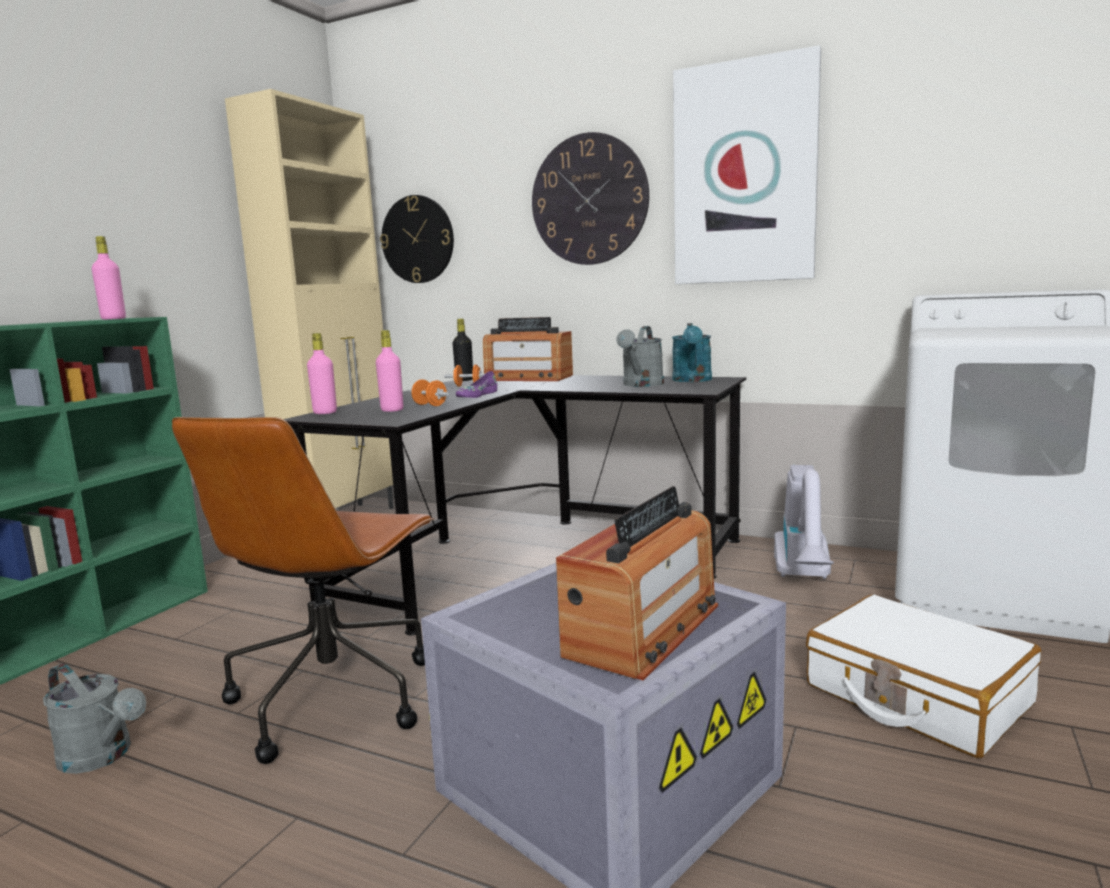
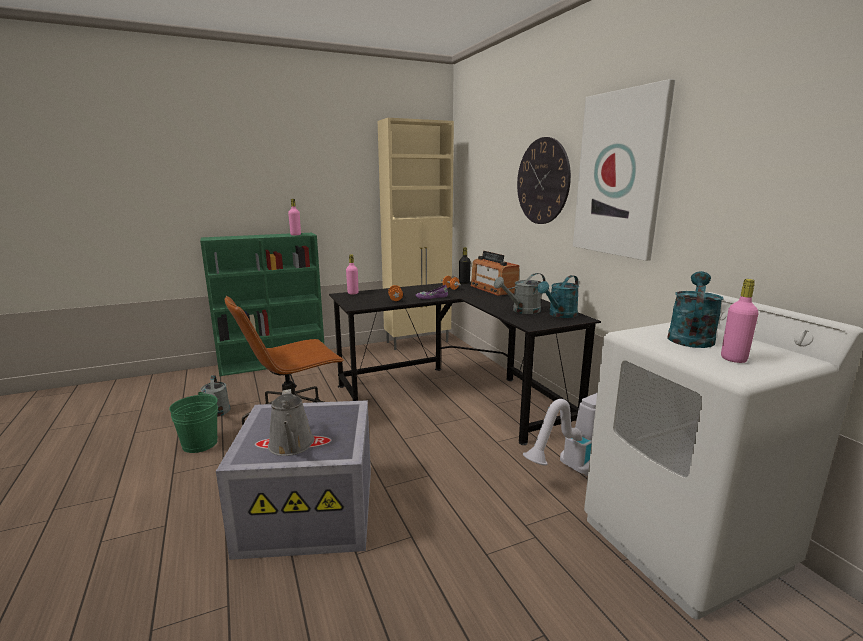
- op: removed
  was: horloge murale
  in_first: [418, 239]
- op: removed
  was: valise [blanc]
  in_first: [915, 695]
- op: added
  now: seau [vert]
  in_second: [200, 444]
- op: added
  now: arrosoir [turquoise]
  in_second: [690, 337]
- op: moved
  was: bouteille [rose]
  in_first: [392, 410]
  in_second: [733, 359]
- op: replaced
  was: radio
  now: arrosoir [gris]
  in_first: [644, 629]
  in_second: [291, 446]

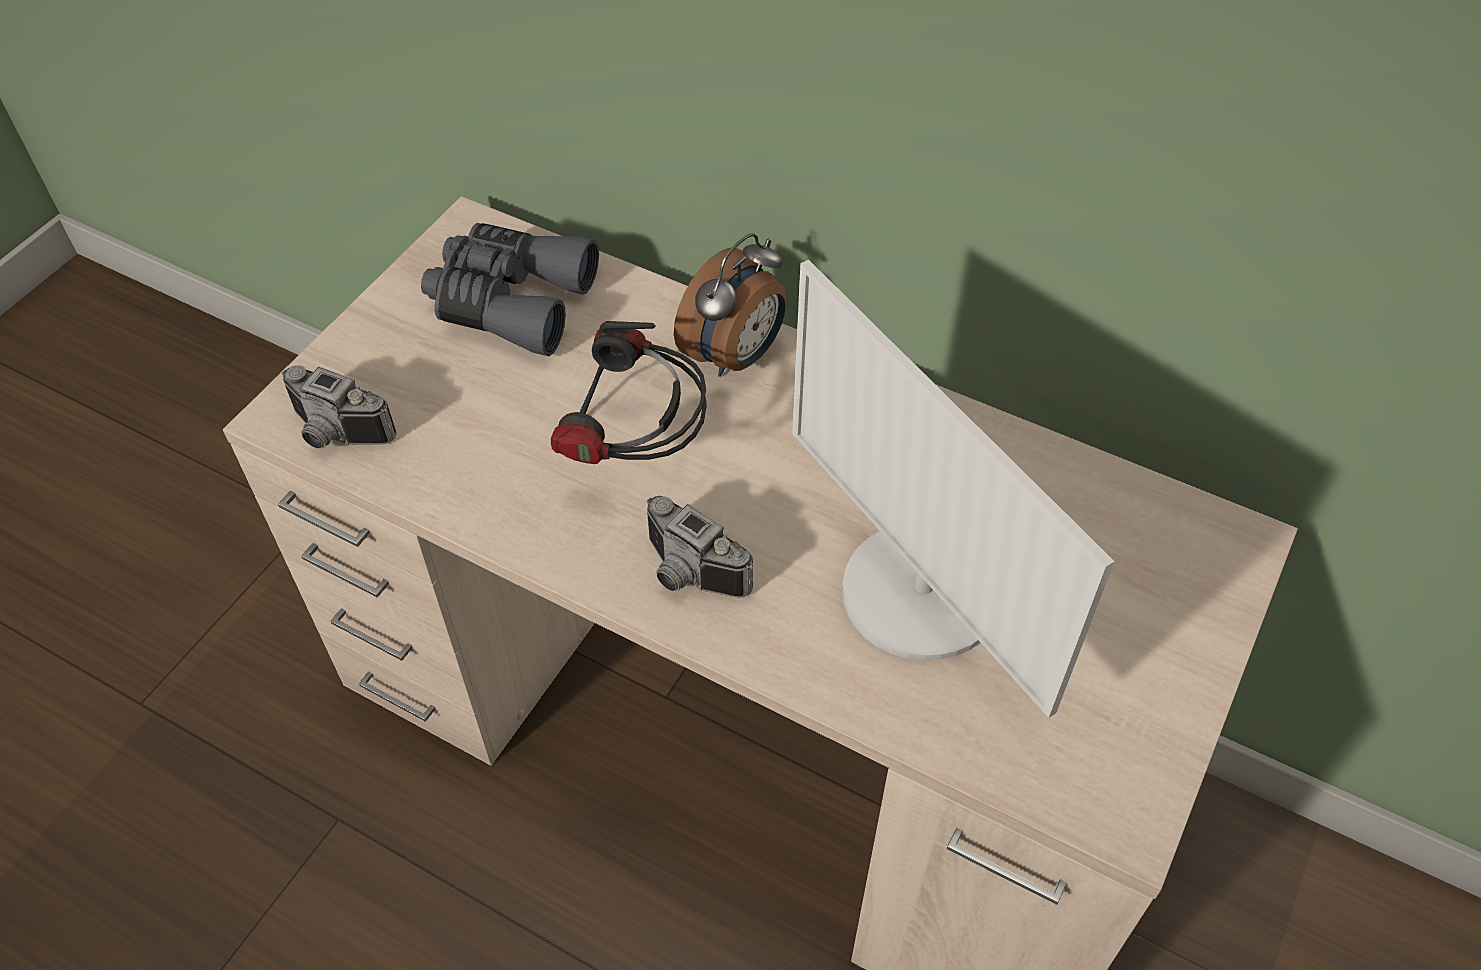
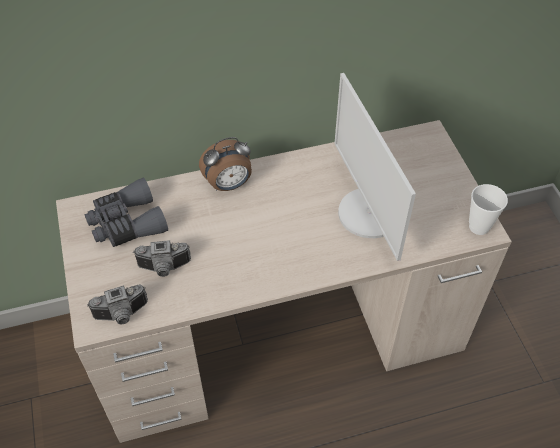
- op: removed
  was: casque audio
  in_first: [636, 455]
- op: added
  now: tasse
  in_second: [479, 227]
- op: moved
  was: appareil photo
  in_first: [688, 575]
  in_second: [164, 268]
- op: turned
  was: réveil
  in_first: [735, 356]
  in_second: [229, 185]
  clockwise: 75
- op: turned
  was: écran d'ordinateur
  in_first: [921, 593]
  in_second: [369, 214]
  clockwise: 60

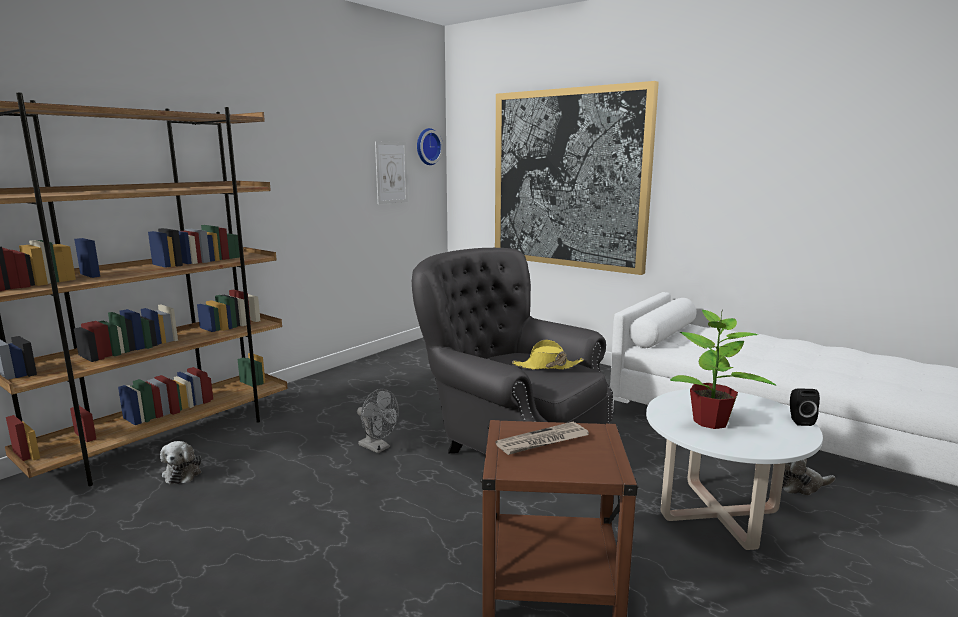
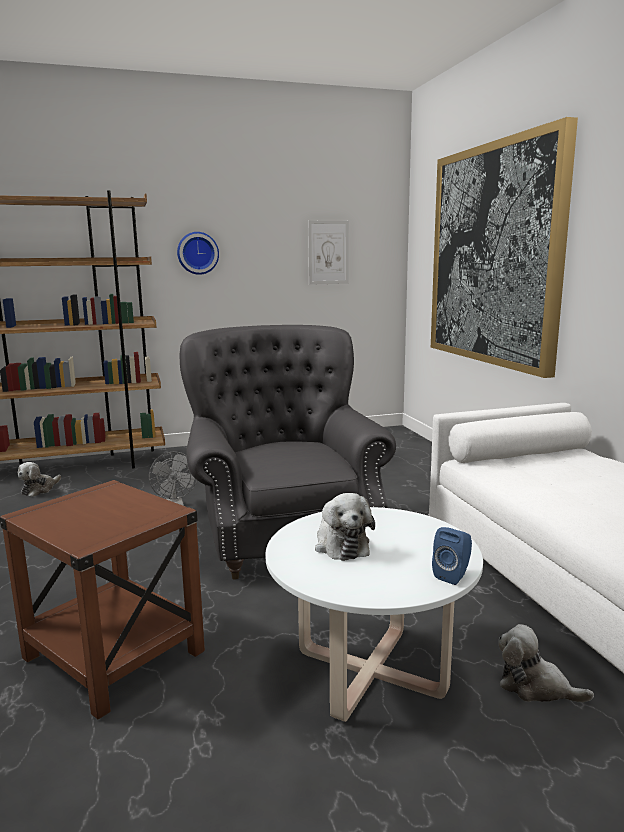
- op: removed
  was: journal
  in_first: [542, 441]
- op: removed
  was: chapeau [jaune]
  in_first: [547, 366]
- op: moved
  was: horloge murale
  in_first: [427, 146]
  in_second: [197, 253]
- op: replaced
  was: plante en pot
  now: peluche
  in_first: [710, 422]
  in_second: [341, 544]
- op: recoloured
  was: enceinte [noir]
  now: enceinte [bleu]
  in_first: [799, 420]
  in_second: [453, 575]

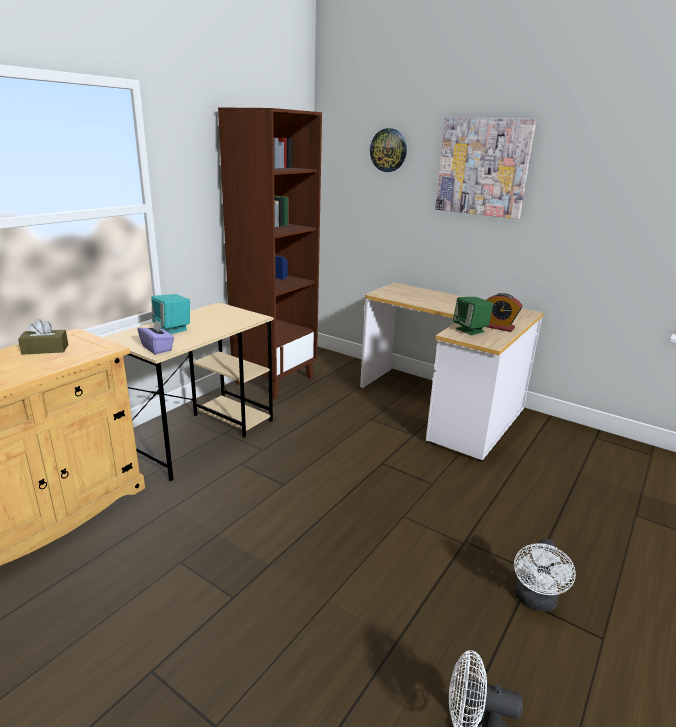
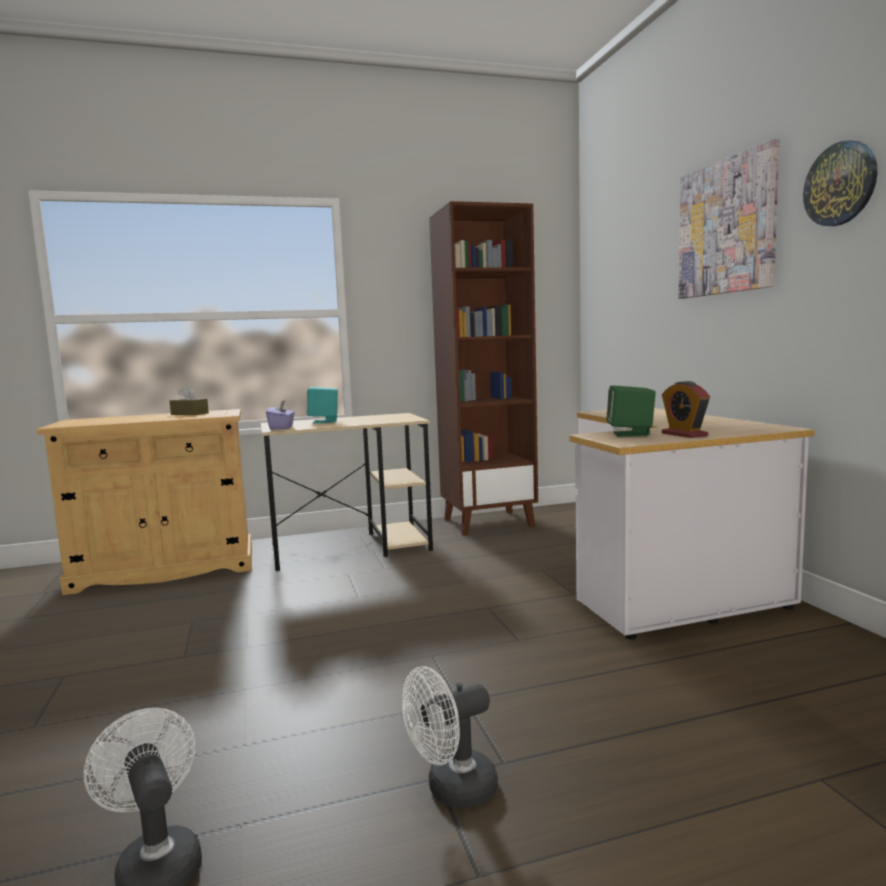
- op: moved
  was: horloge murale
  in_first: [388, 150]
  in_second: [840, 184]

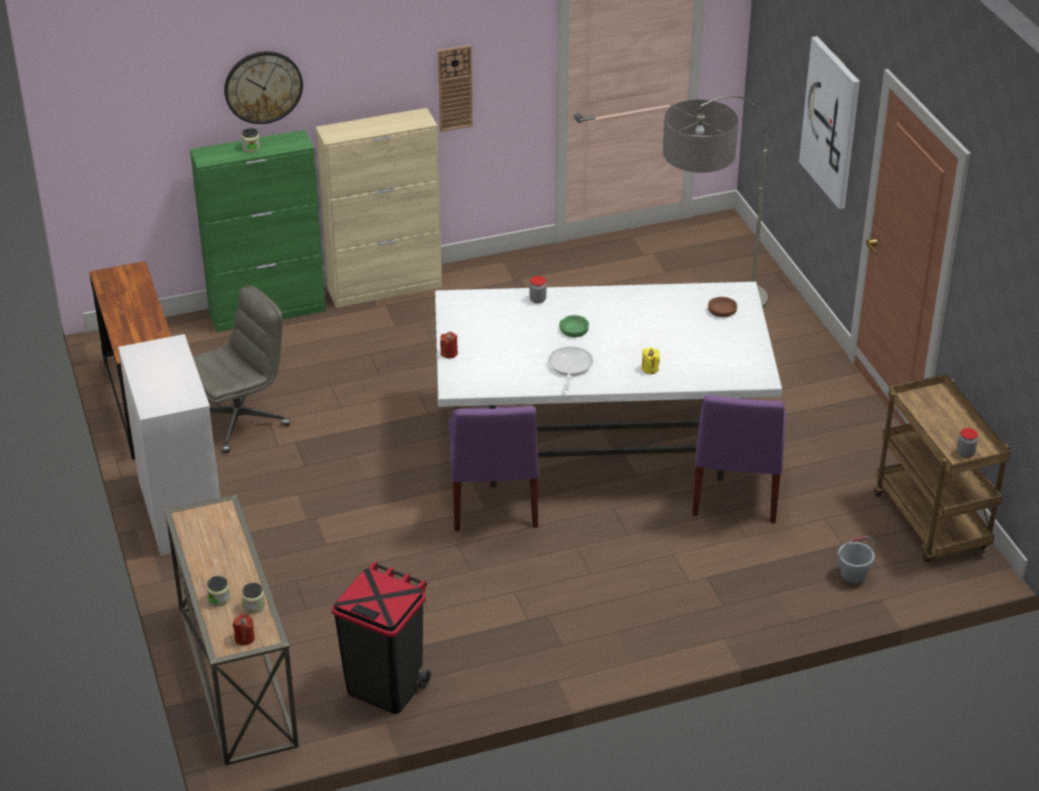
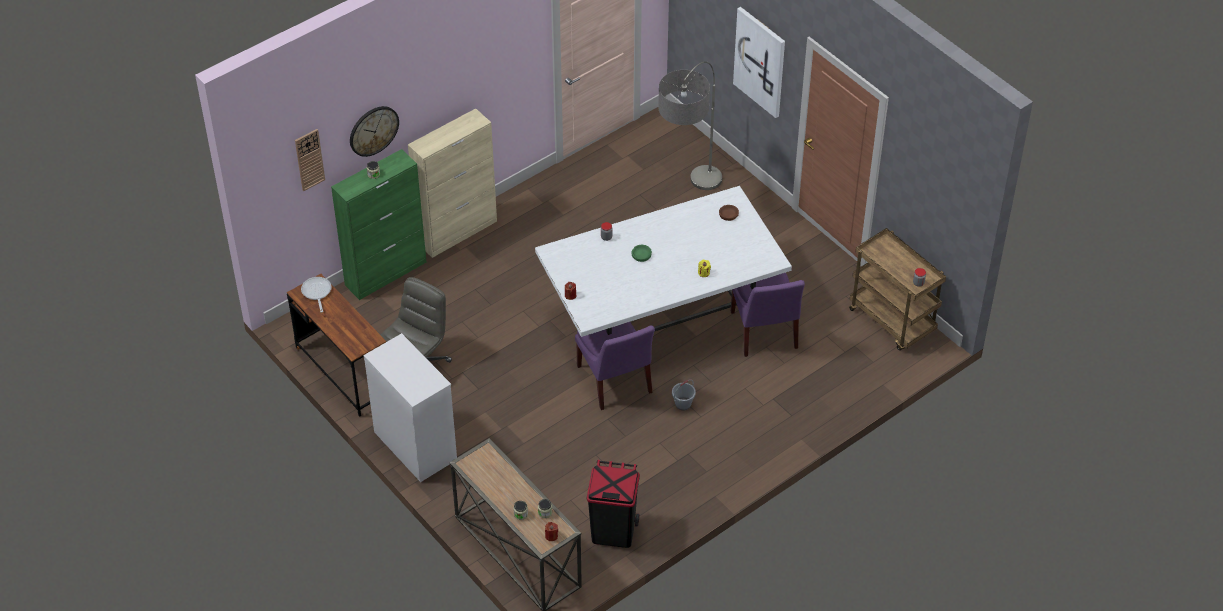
- op: moved
  was: horloge murale
  in_first: [455, 88]
  in_second: [309, 159]
- op: moved
  was: poêle
  in_first: [569, 367]
  in_second: [316, 293]
- op: moved
  was: seau [gris]
  in_first: [853, 576]
  in_second: [683, 404]

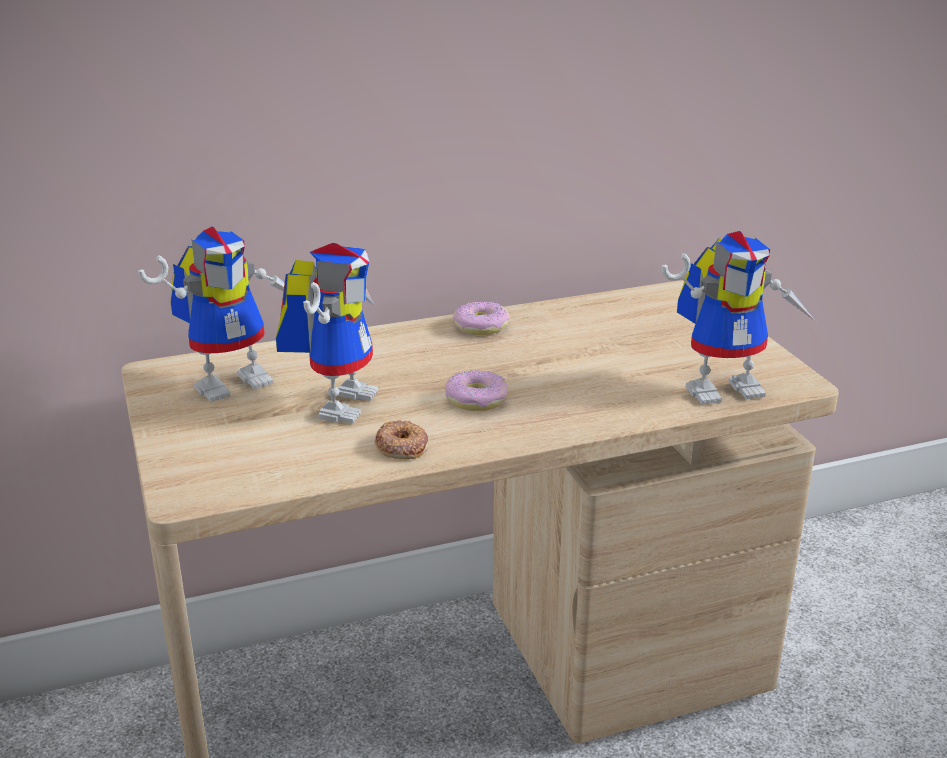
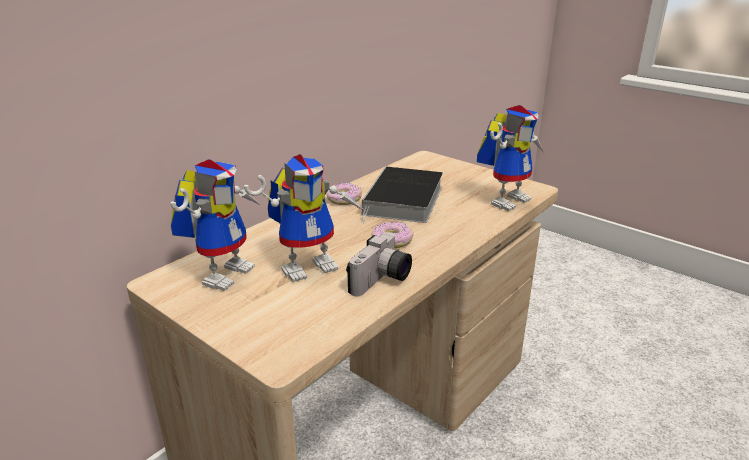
- op: added
  now: livre
  in_second: [404, 201]
- op: replaced
  was: beignet
  now: appareil photo
  in_first: [401, 446]
  in_second: [382, 281]
- op: turned
  was: robot jouet
  in_first: [339, 400]
  in_second: [311, 265]
  clockwise: 75

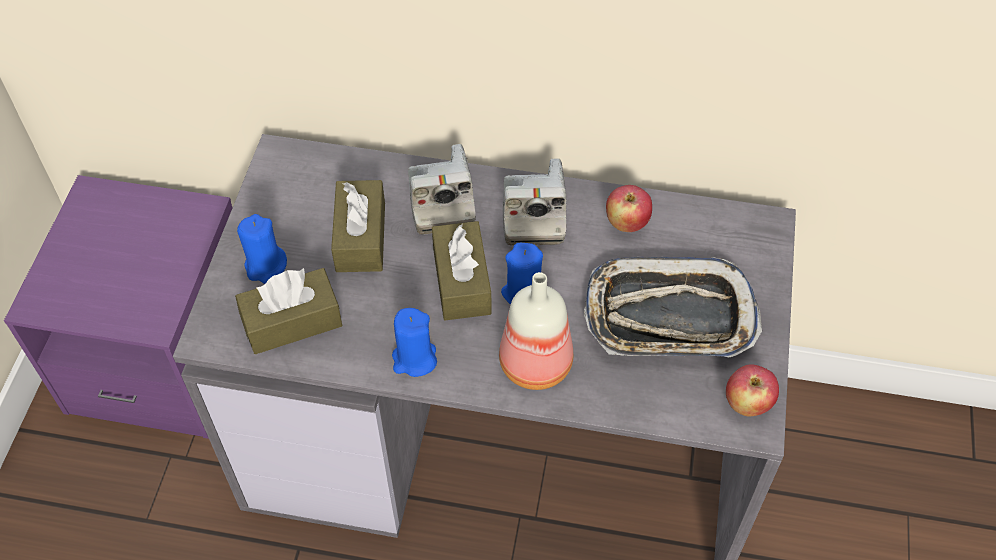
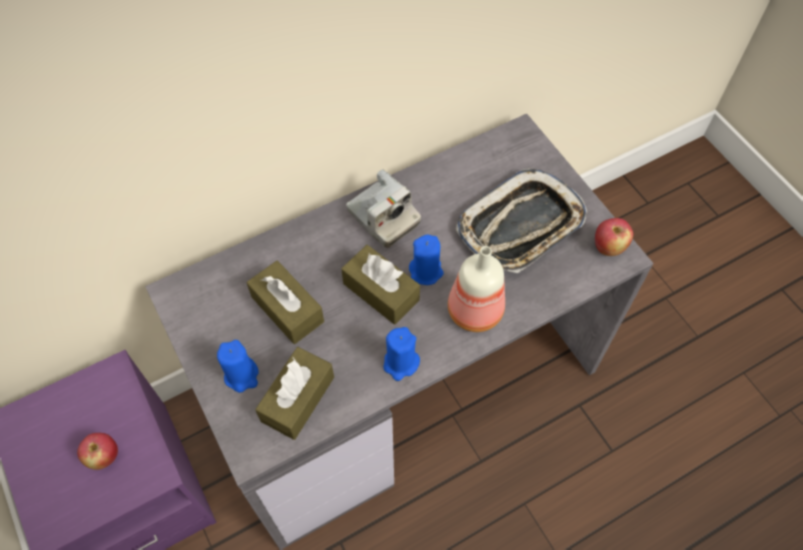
- op: removed
  was: appareil photo
  in_first: [441, 202]
- op: moved
  was: pomme
  in_first: [626, 223]
  in_second: [104, 457]

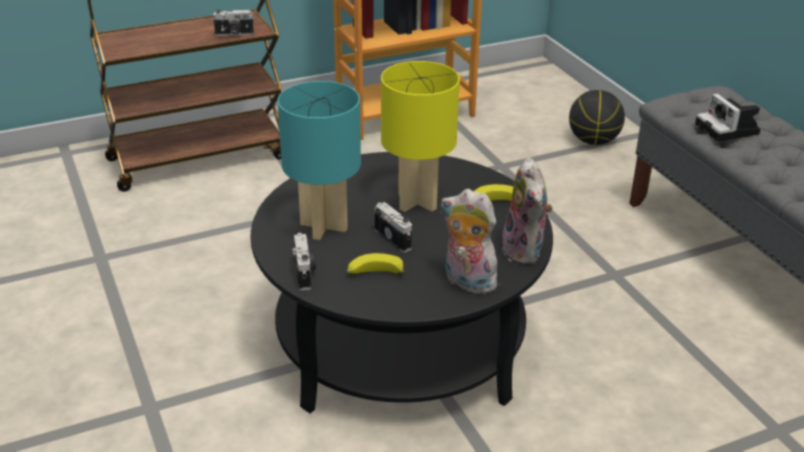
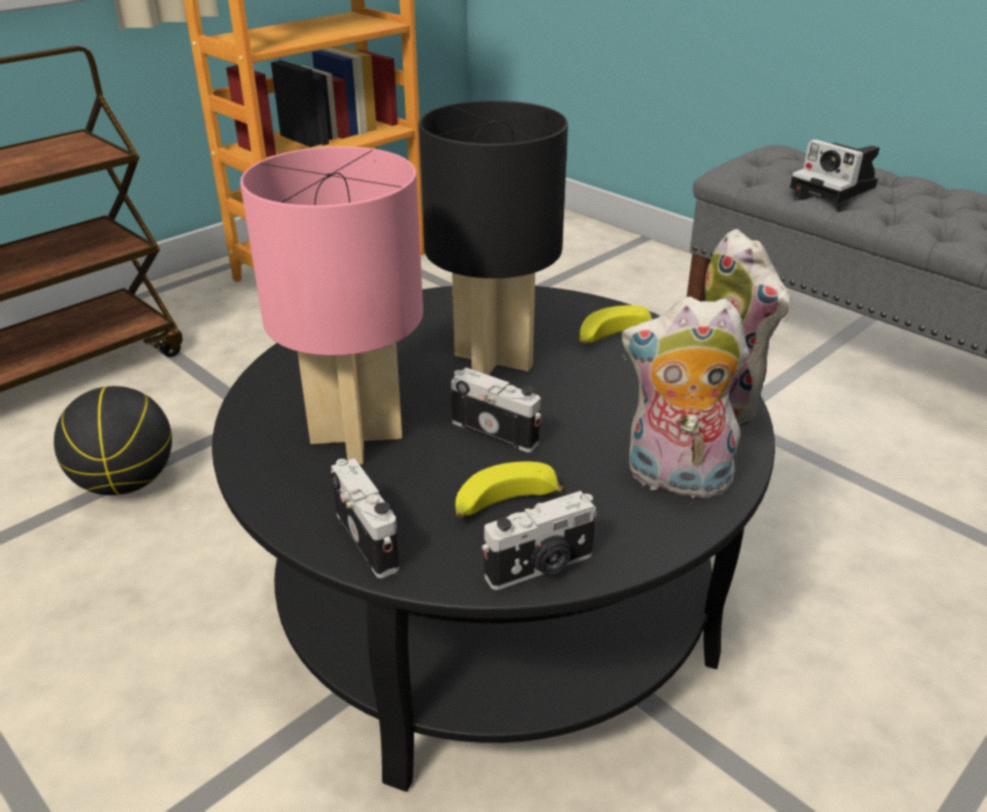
- op: moved
  was: appareil photo
  in_first: [234, 34]
  in_second: [541, 568]
- op: moved
  was: ballon de basket
  in_first: [593, 141]
  in_second: [125, 483]
- op: recoloured
  was: lampe de table [turquoise]
  now: lampe de table [rose]
  in_first: [323, 226]
  in_second: [355, 436]
- op: recoloured
  was: lampe de table [jaune]
  now: lampe de table [noir]
  in_first: [417, 202]
  in_second: [493, 361]

